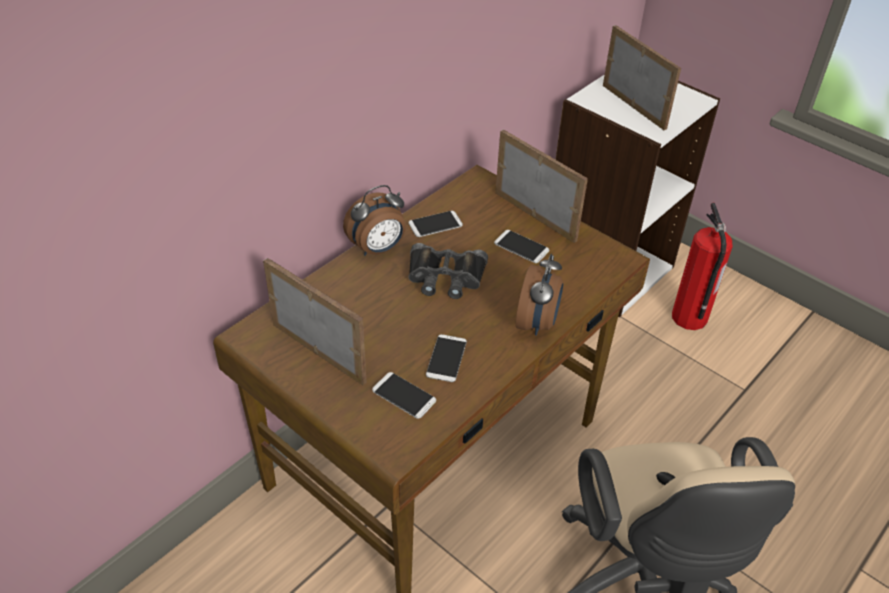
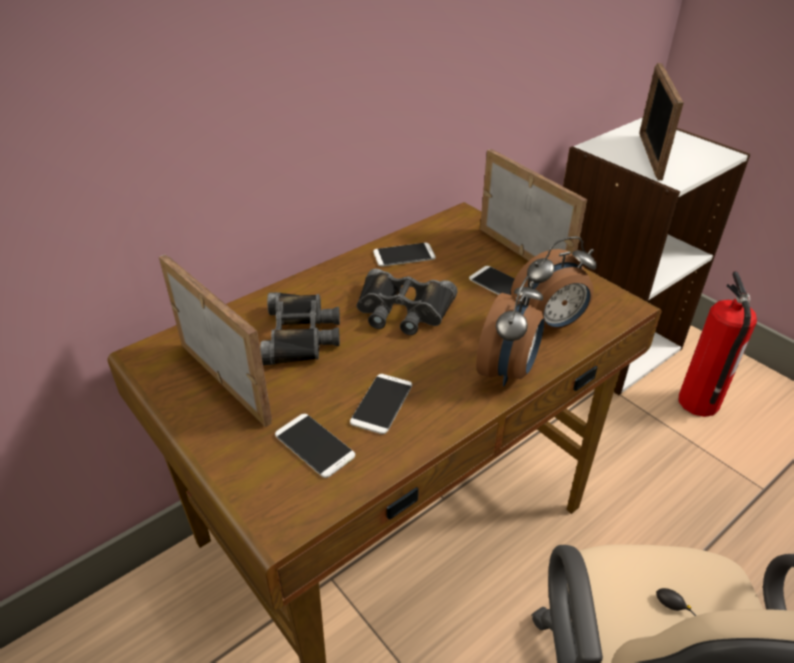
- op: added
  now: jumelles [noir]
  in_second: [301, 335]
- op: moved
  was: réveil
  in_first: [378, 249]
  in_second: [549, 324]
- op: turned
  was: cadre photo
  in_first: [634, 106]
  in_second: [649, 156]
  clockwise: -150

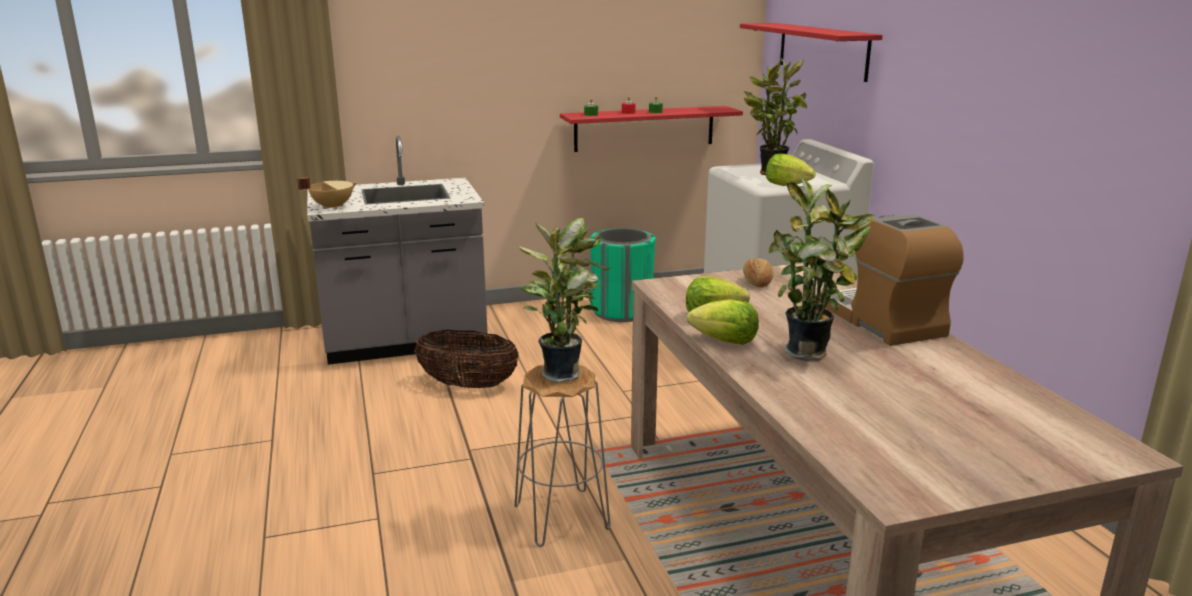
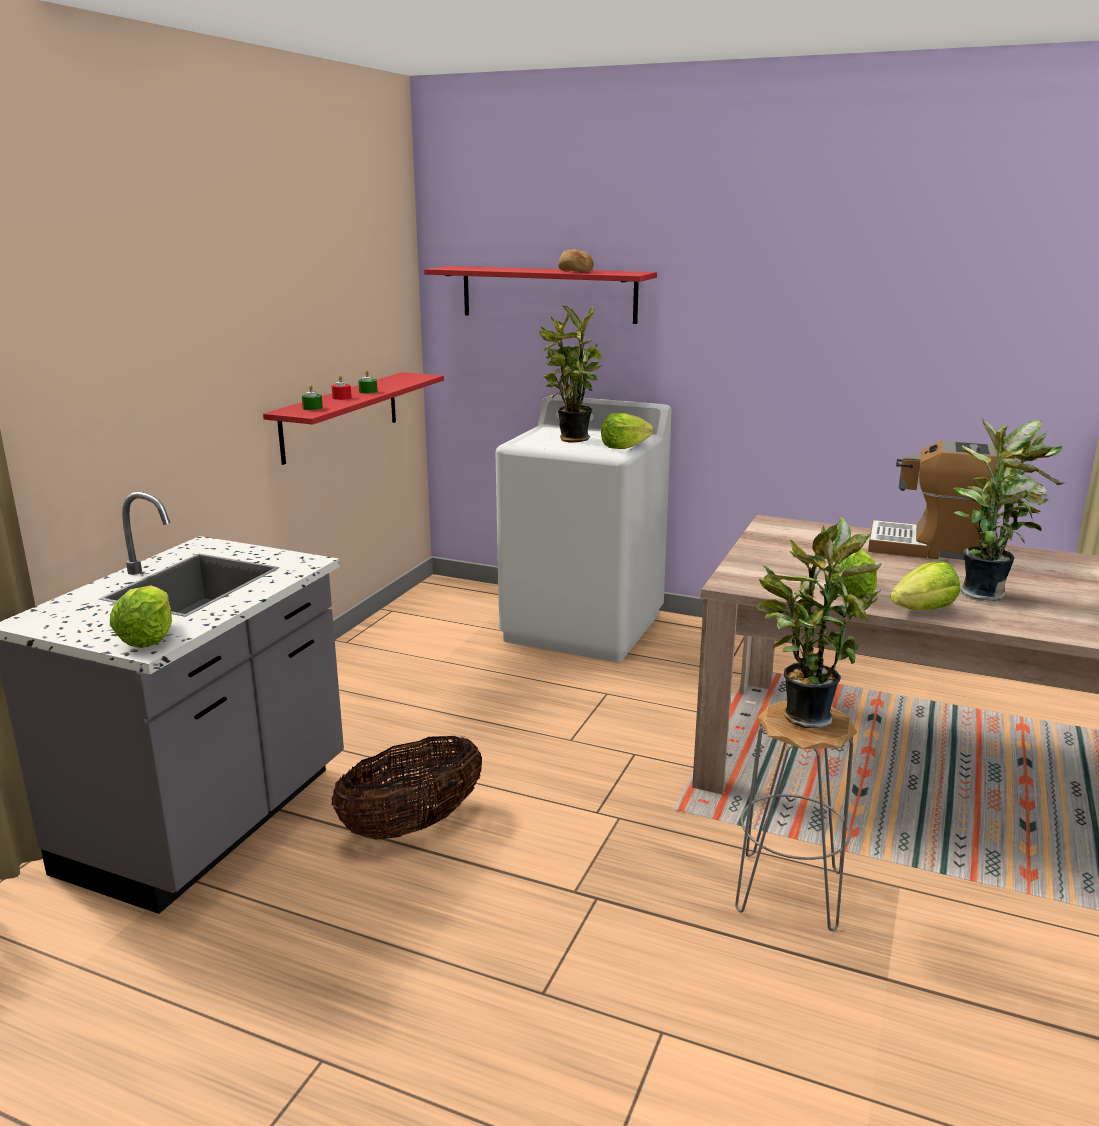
- op: removed
  was: poubelle [vert]
  in_first: [622, 311]
- op: moved
  was: pain
  in_first: [757, 282]
  in_second: [575, 271]
- op: replaced
  was: marmite [beige]
  now: laitue
  in_first: [332, 207]
  in_second: [148, 638]

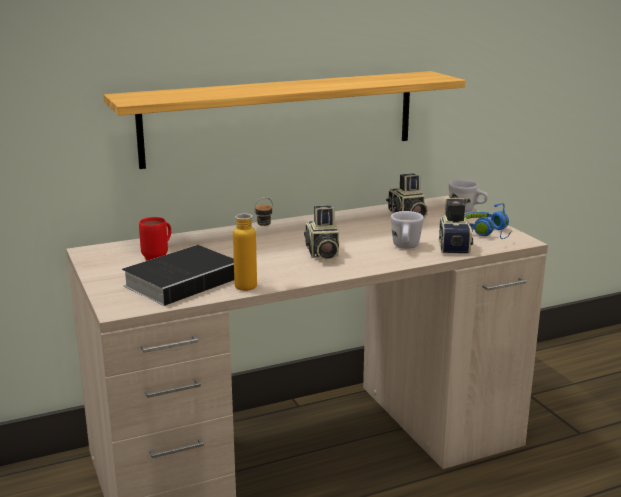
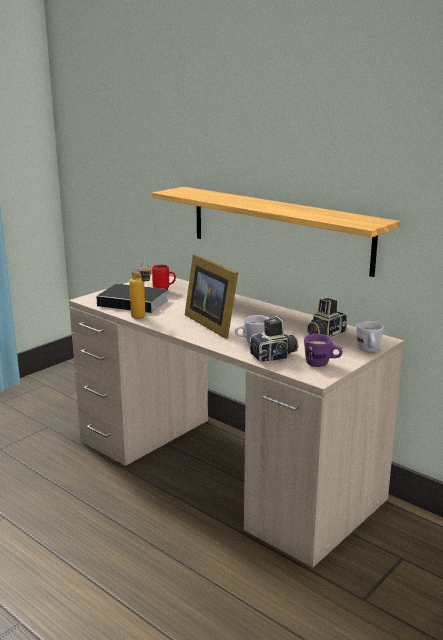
- op: replaced
  was: appareil photo
  now: cadre photo
  in_first: [321, 253]
  in_second: [212, 323]
- op: replaced
  was: casque audio [bleu]
  now: mug [violet]
  in_first: [488, 232]
  in_second: [322, 364]

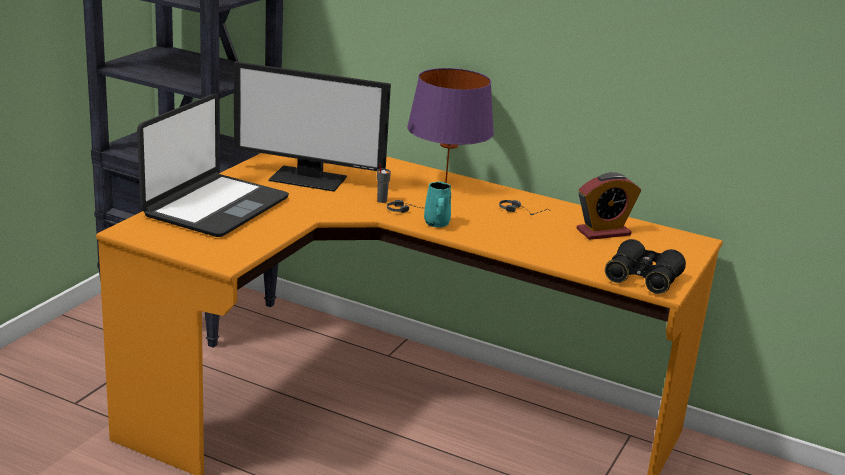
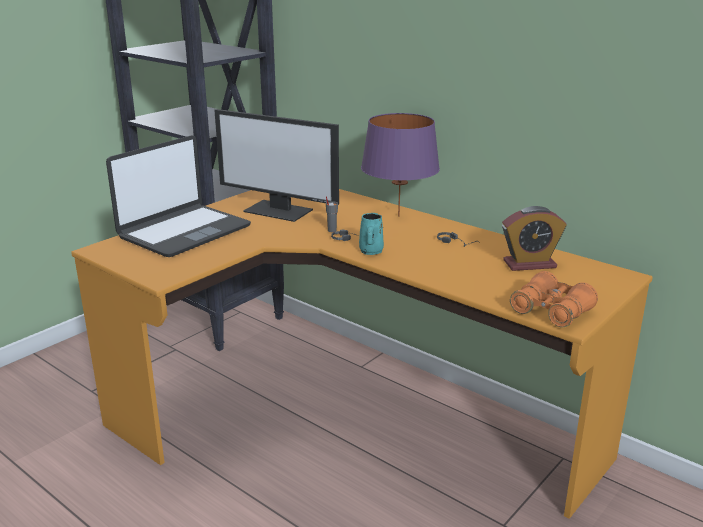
- op: recoloured
  was: jumelles [noir]
  now: jumelles [orange]
  in_first: [642, 279]
  in_second: [551, 311]

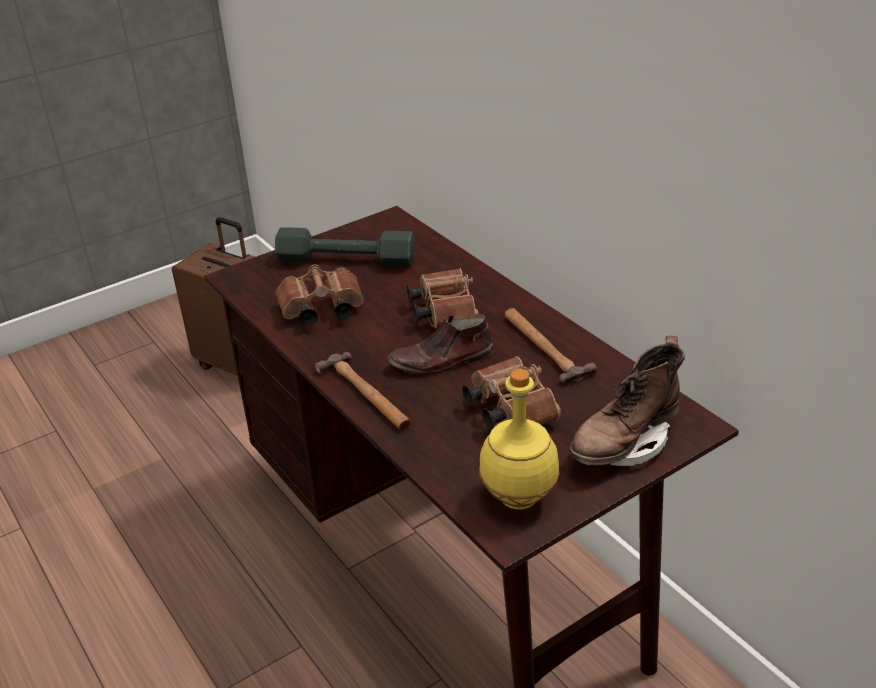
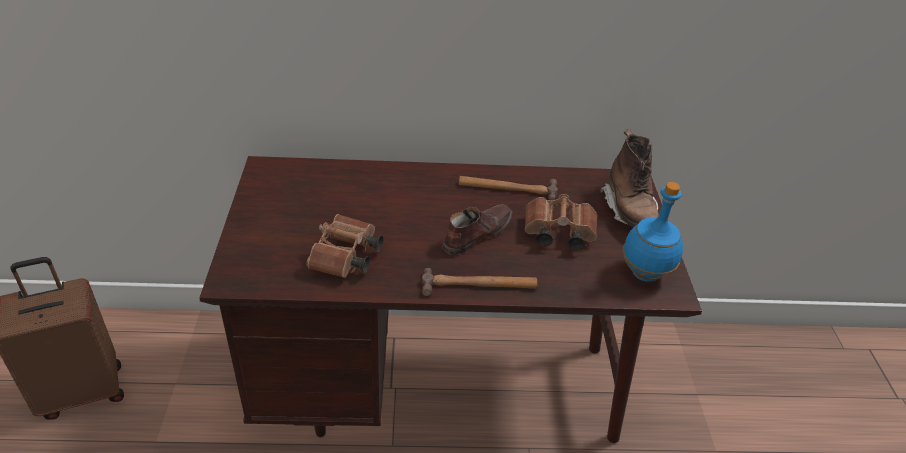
- op: removed
  was: haltère [gris]
  in_first: [346, 259]
- op: removed
  was: jumelles [marron]
  in_first: [443, 311]
- op: recoloured
  was: bouteille [jaune]
  now: bouteille [bleu]
  in_first: [520, 498]
  in_second: [645, 273]
- op: turned
  was: chaussure [marron]
  in_first: [442, 361]
  in_second: [476, 234]
  clockwise: -150

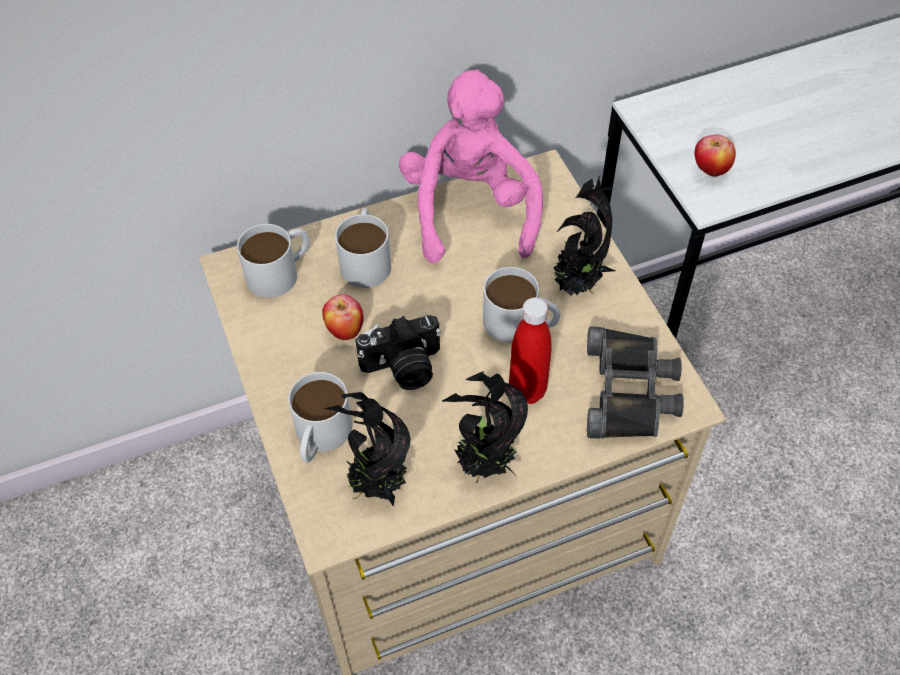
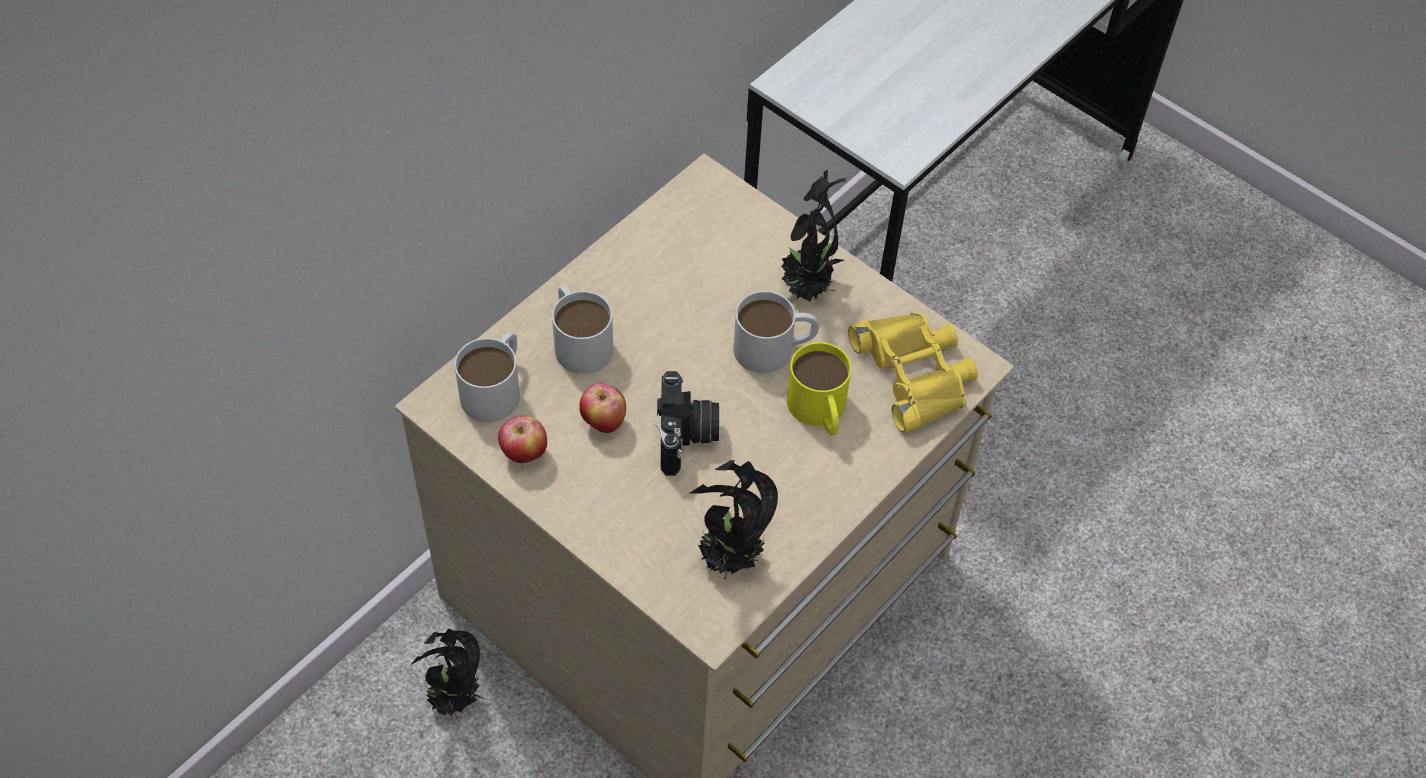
- op: removed
  was: mug [blanc]
  in_first: [320, 437]
- op: removed
  was: peluche [rose]
  in_first: [470, 209]
- op: moved
  was: plante en pot
  in_first: [483, 465]
  in_second: [454, 701]
- op: moved
  was: pomme
  in_first: [710, 171]
  in_second: [524, 454]
- op: replaced
  was: bouteille [rouge]
  now: mug [jaune]
  in_first: [527, 390]
  in_second: [819, 411]
- op: recoloured
  was: jumelles [noir]
  now: jumelles [jaune]
  in_first: [630, 391]
  in_second: [915, 373]
- op: turned
  was: appareil photo
  in_first: [403, 368]
  in_second: [686, 437]
  clockwise: -45

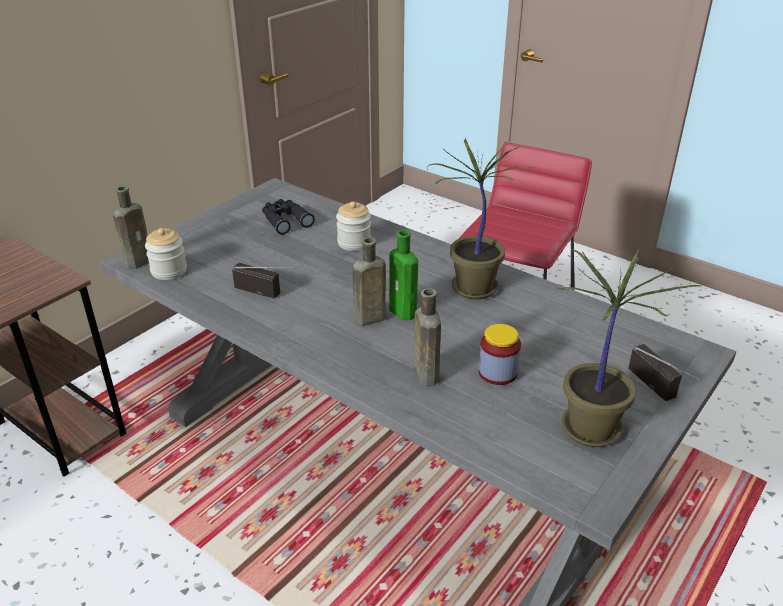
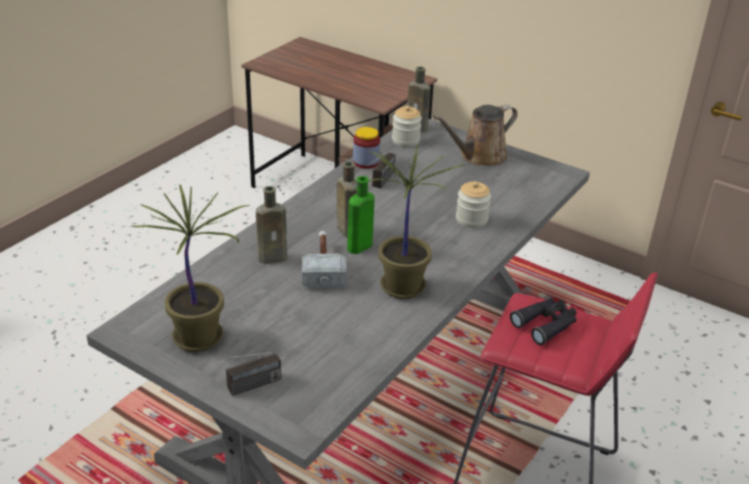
- op: added
  now: marteau
  in_second: [323, 266]
- op: added
  now: arrosoir [marron]
  in_second: [479, 157]
- op: moved
  was: jumelles [noir]
  in_first: [285, 220]
  in_second: [546, 325]
- op: moved
  was: bocal
  in_first: [497, 372]
  in_second: [366, 162]

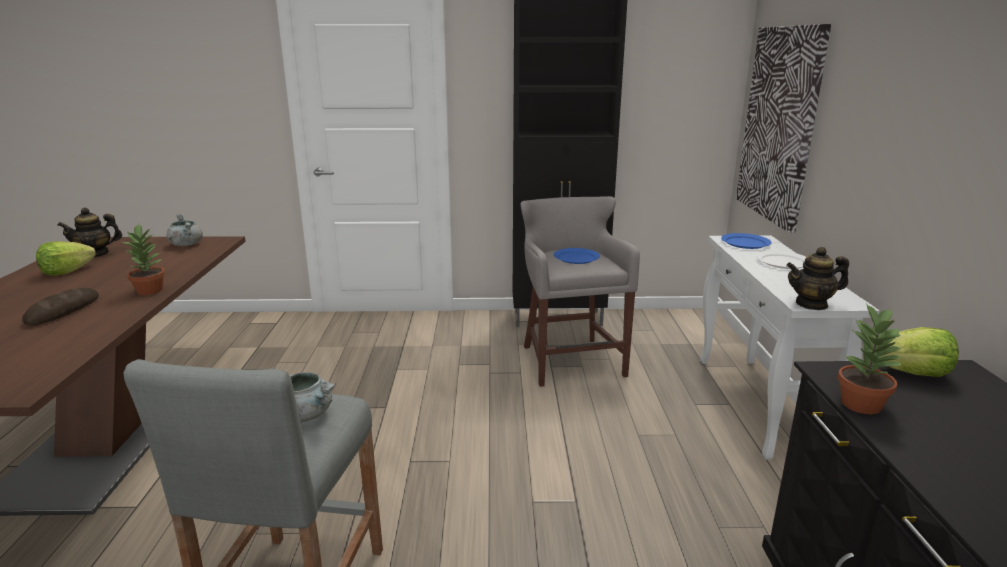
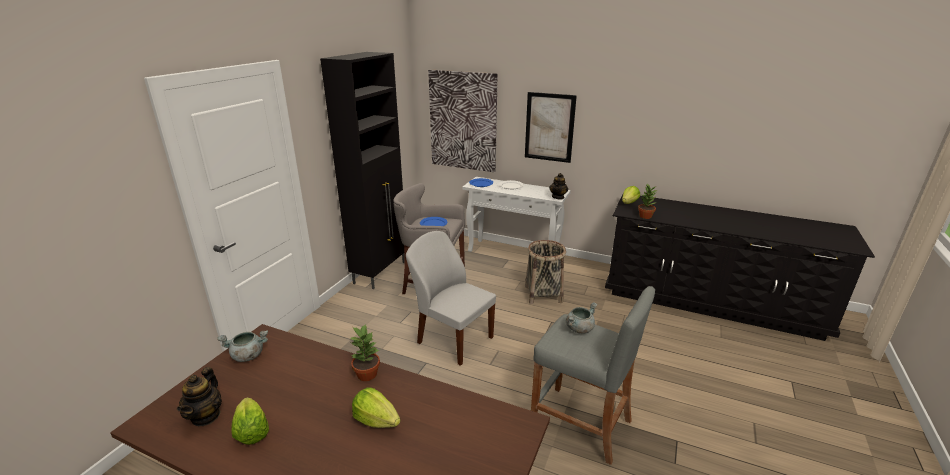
- op: added
  now: chaise [blanc]
  in_second: [453, 339]
- op: added
  now: tableau
  in_second: [549, 127]
- op: added
  now: panier
  in_second: [543, 294]
- op: replaced
  was: pain
  now: laitue
  in_first: [63, 311]
  in_second: [376, 420]

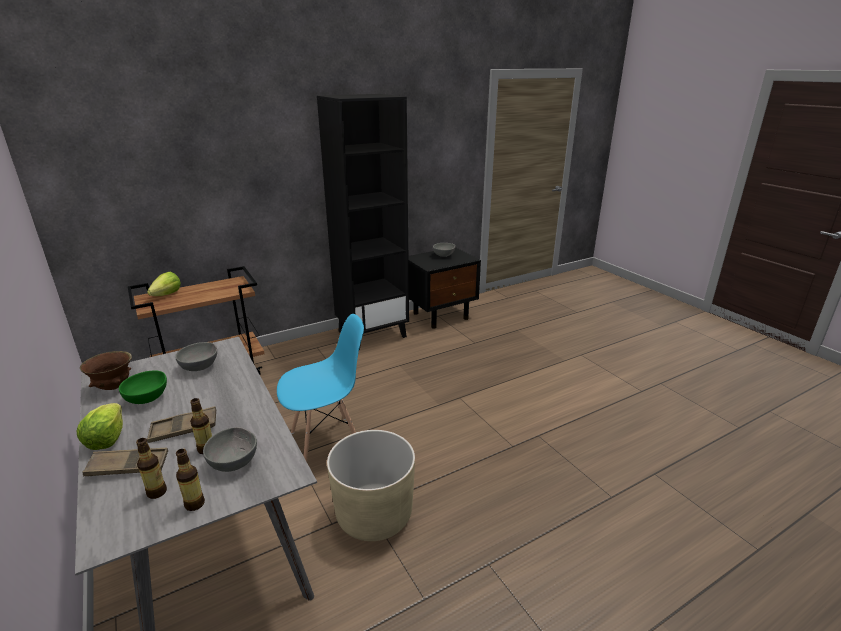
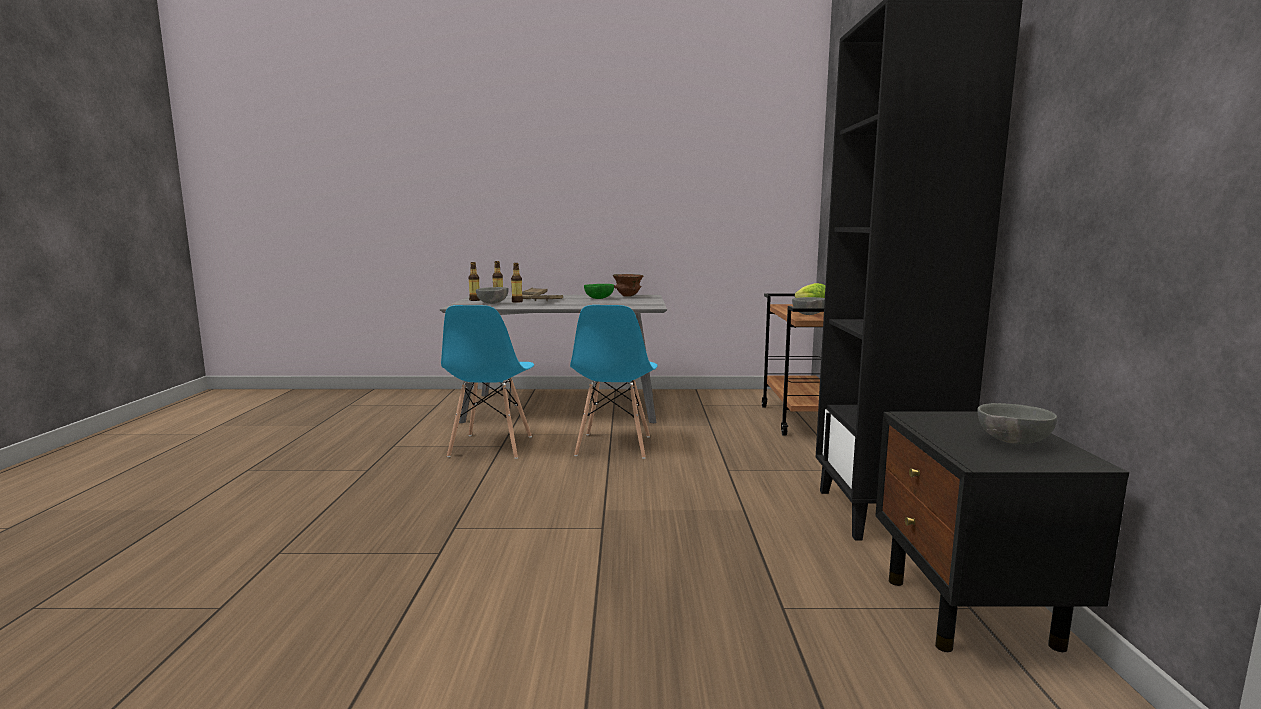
- op: removed
  was: laitue
  in_first: [107, 438]
- op: moved
  was: bol [gris]
  in_first: [201, 367]
  in_second: [809, 314]
- op: replaced
  was: cache-pot [beige]
  now: chaise [bleu]
  in_first: [374, 515]
  in_second: [490, 446]

